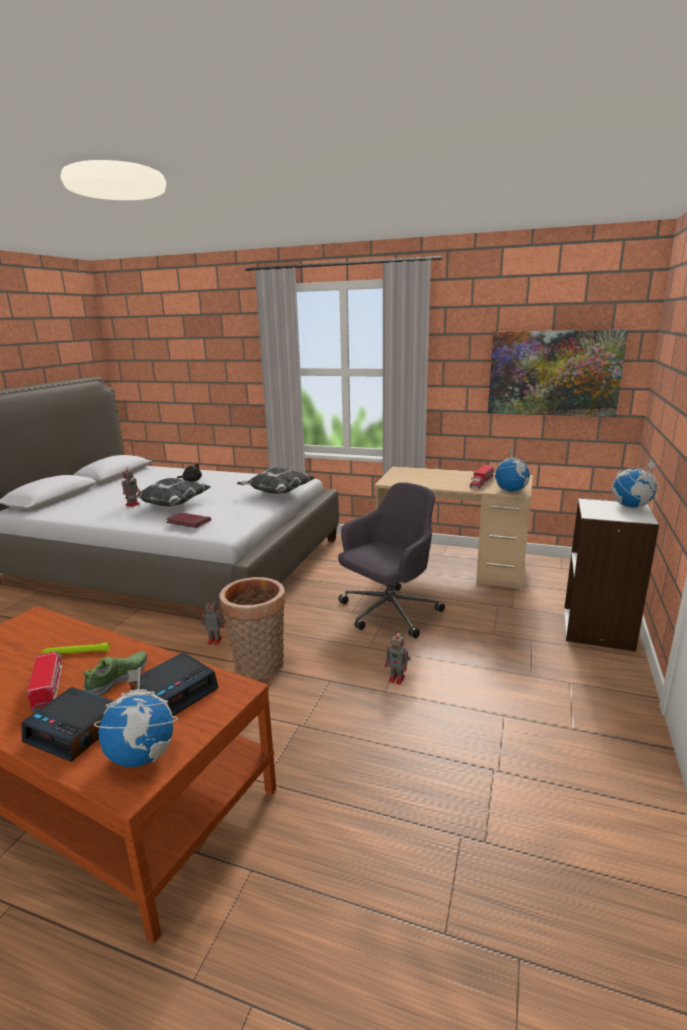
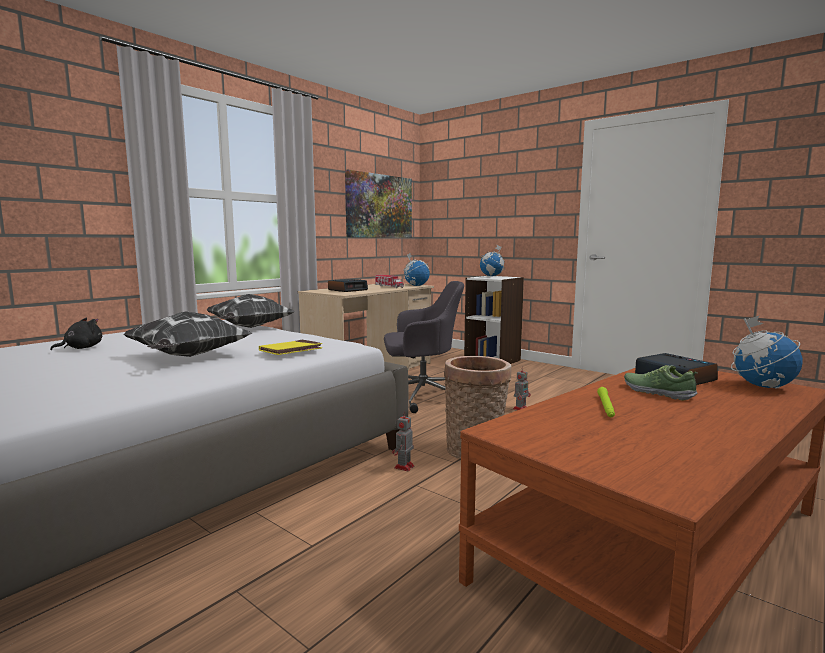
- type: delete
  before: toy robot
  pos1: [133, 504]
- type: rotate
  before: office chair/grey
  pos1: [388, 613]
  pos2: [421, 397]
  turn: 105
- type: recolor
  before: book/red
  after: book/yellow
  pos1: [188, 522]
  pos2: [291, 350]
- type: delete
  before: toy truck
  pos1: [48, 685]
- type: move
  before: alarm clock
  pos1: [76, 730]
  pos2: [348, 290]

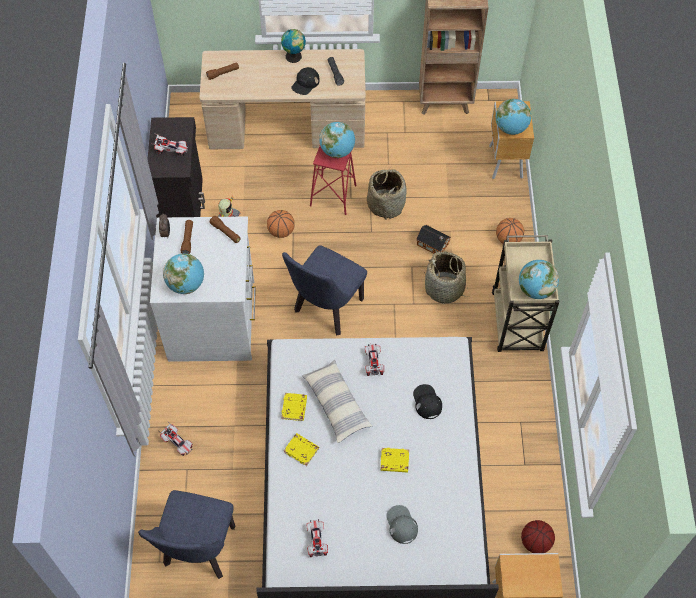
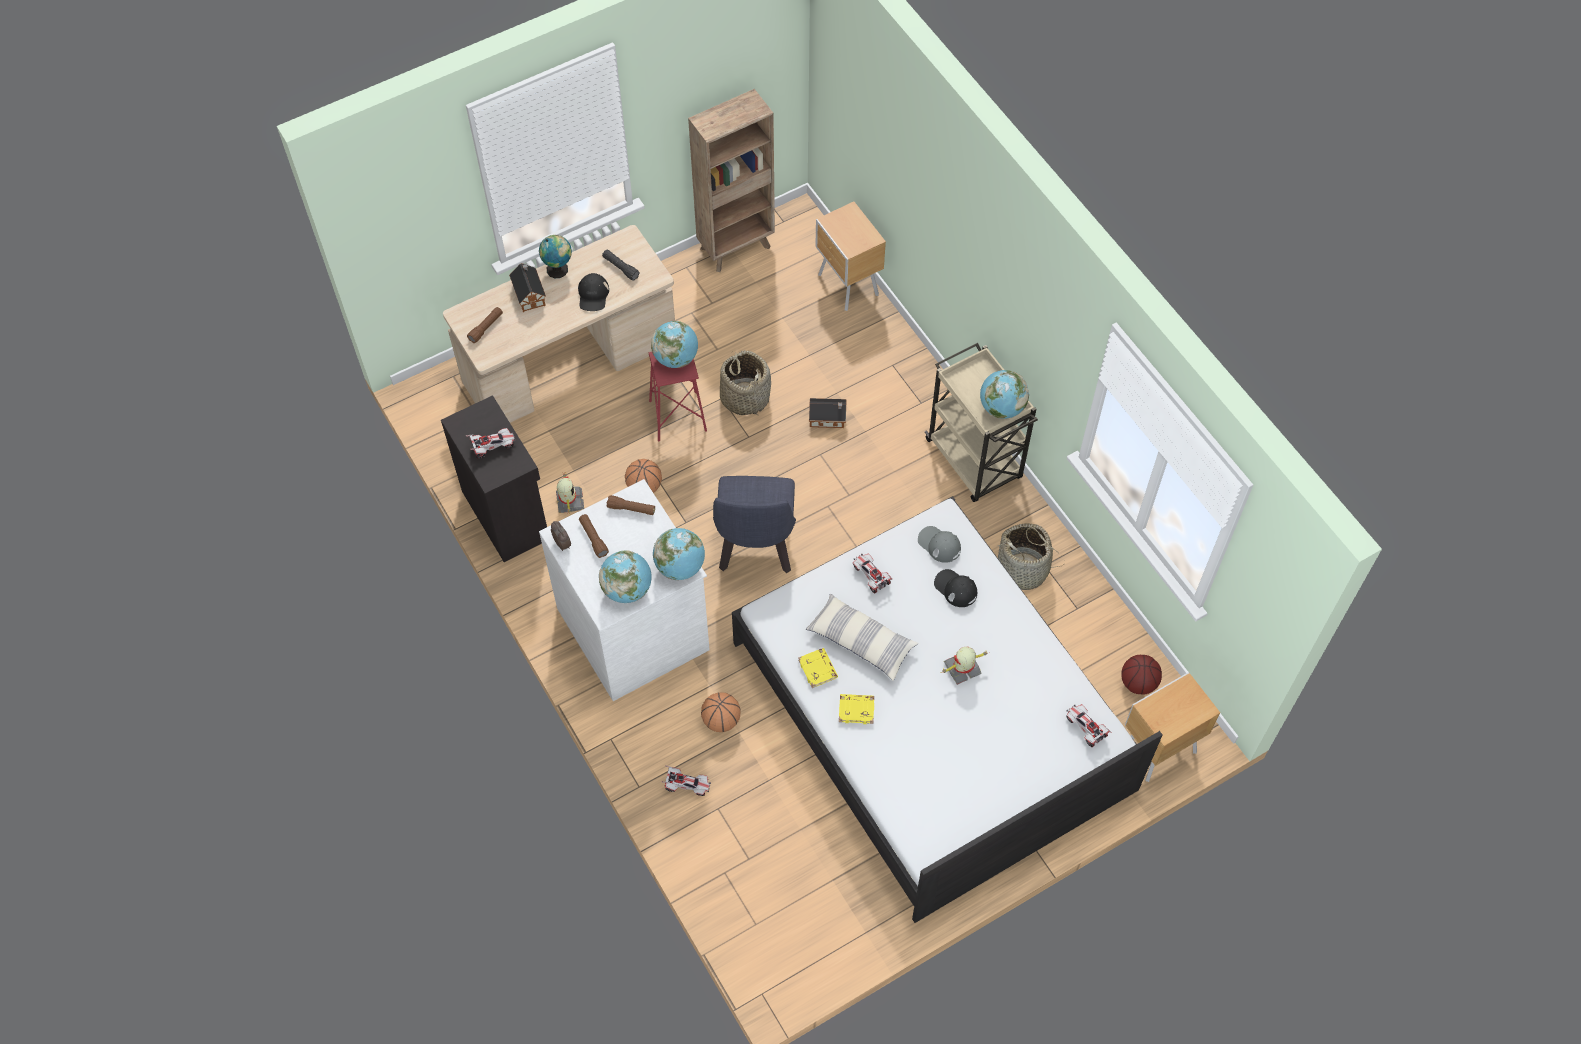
- type: move
  before: globe
  pos1: [511, 128]
  pos2: [680, 566]
- type: move
  before: basketball
  pos1: [508, 239]
  pos2: [721, 720]
- type: move
  before: basket
  pos1: [444, 289]
  pos2: [1023, 570]
- type: replace
  before: book/yellow
  after: toy robot
  pos1: [394, 461]
  pos2: [962, 669]
- type: delete
  before: chair/blue
  pos1: [198, 552]
- type: move
  before: cap/grey
  pos1: [401, 525]
  pos2: [939, 544]
- type: move
  before: toy car
  pos1: [316, 541]
  pos2: [1085, 728]
- type: insert
  after: toy house
  pos2: [529, 294]

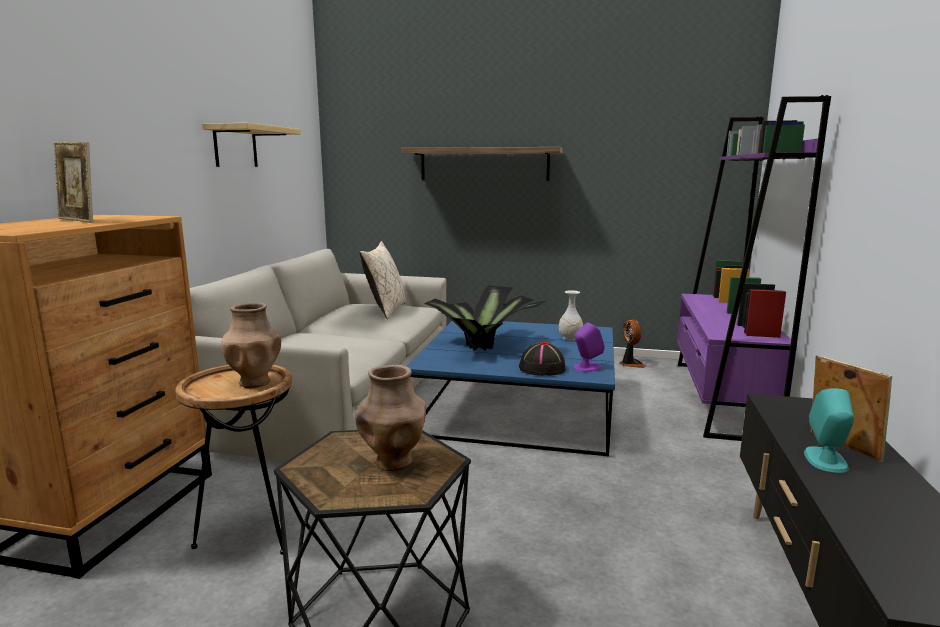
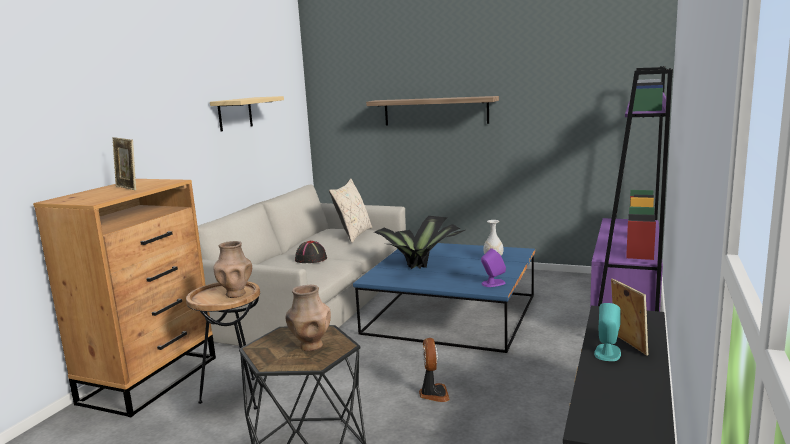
- type: move
  before: fan
  pos1: [631, 364]
  pos2: [433, 394]
- type: move
  before: hat/black
  pos1: [541, 369]
  pos2: [310, 259]

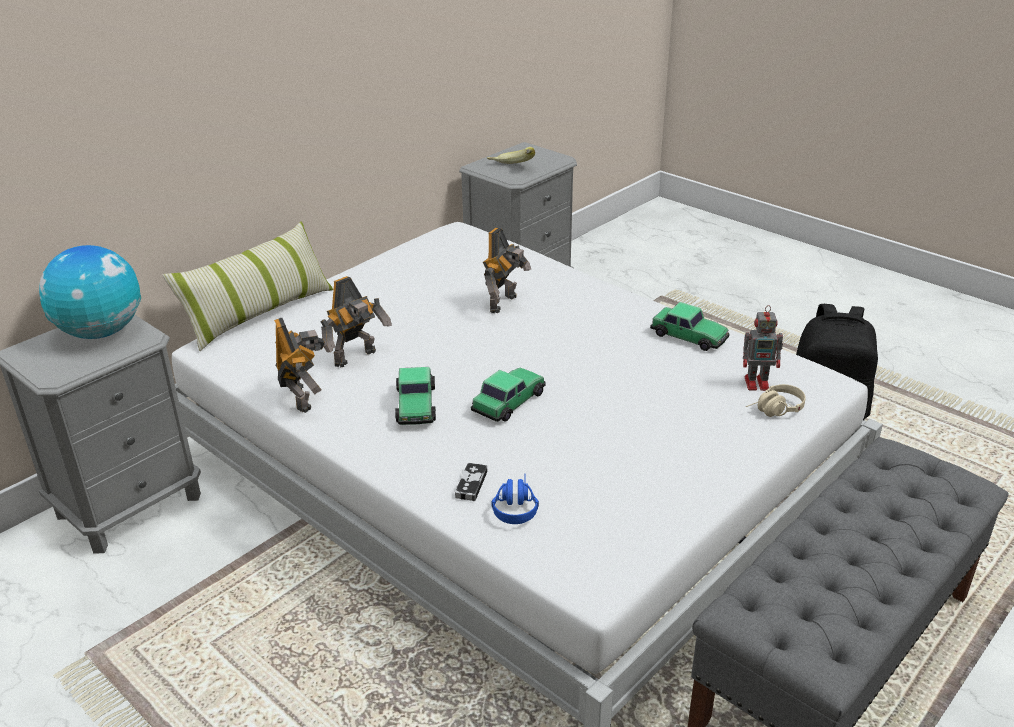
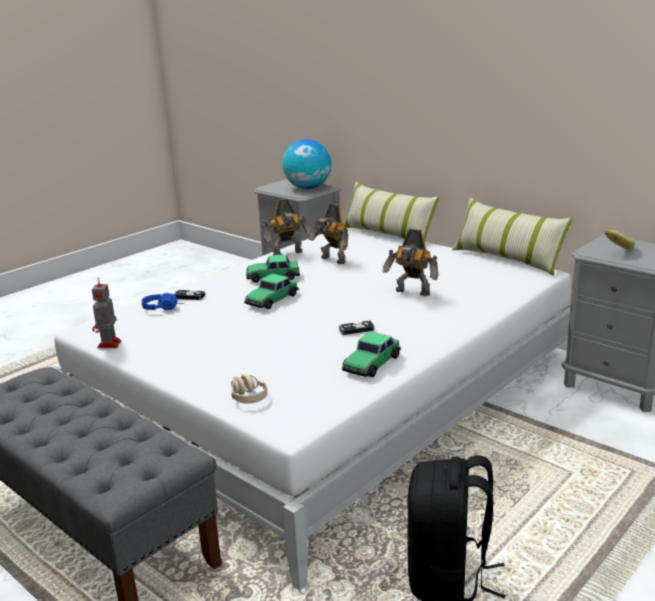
- type: move
  before: toy robot
  pos1: [758, 383]
  pos2: [109, 345]
- type: rotate
  before: toy car
  pos1: [509, 401]
  pos2: [272, 300]
  turn: 90
- type: insert
  after: pillow
  pos2: [507, 259]
- type: insert
  after: game controller
  pos2: [356, 330]

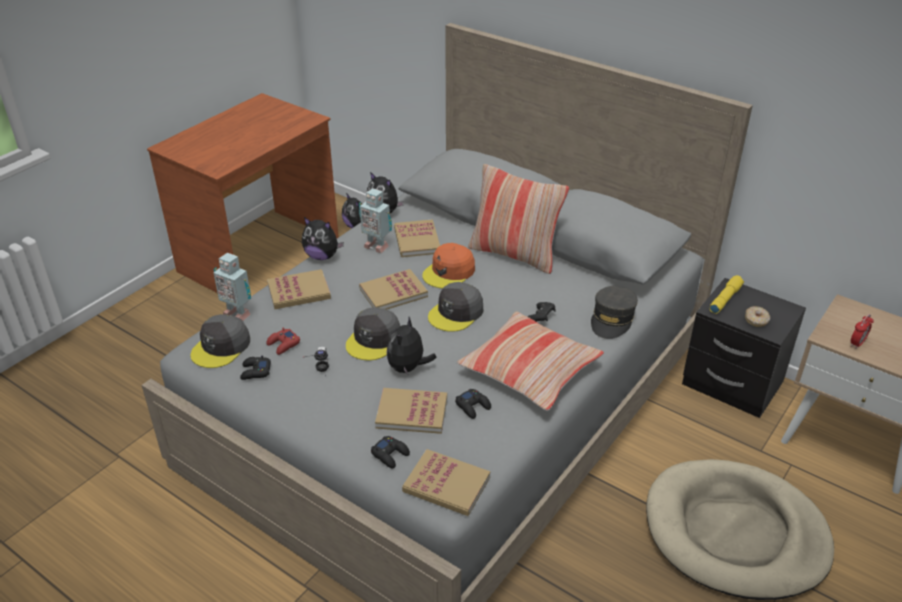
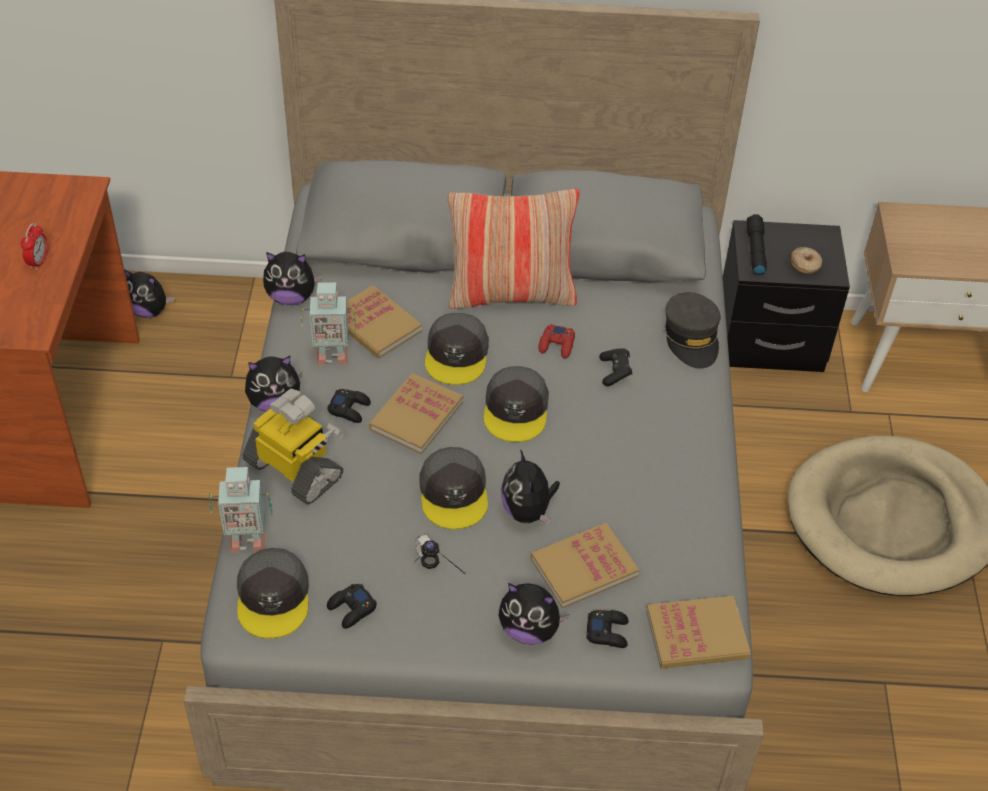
- type: recolor
  before: cap/orange
  after: cap/grey
  pos1: [449, 272]
  pos2: [457, 355]
- type: replace
  before: book
  after: toy robot
  pos1: [299, 292]
  pos2: [295, 470]
- type: recolor
  before: flashlight/yellow
  after: flashlight/black
  pos1: [724, 299]
  pos2: [755, 250]
- type: delete
  before: pillow
  pos1: [530, 370]
- type: move
  before: alarm clock
  pos1: [857, 343]
  pos2: [38, 262]
- type: move
  before: game controller/red
  pos1: [283, 344]
  pos2: [557, 345]
- type: move
  before: game controller/black
  pos1: [473, 406]
  pos2: [349, 409]
- type: insert
  after: plush toy
  pos2: [529, 630]

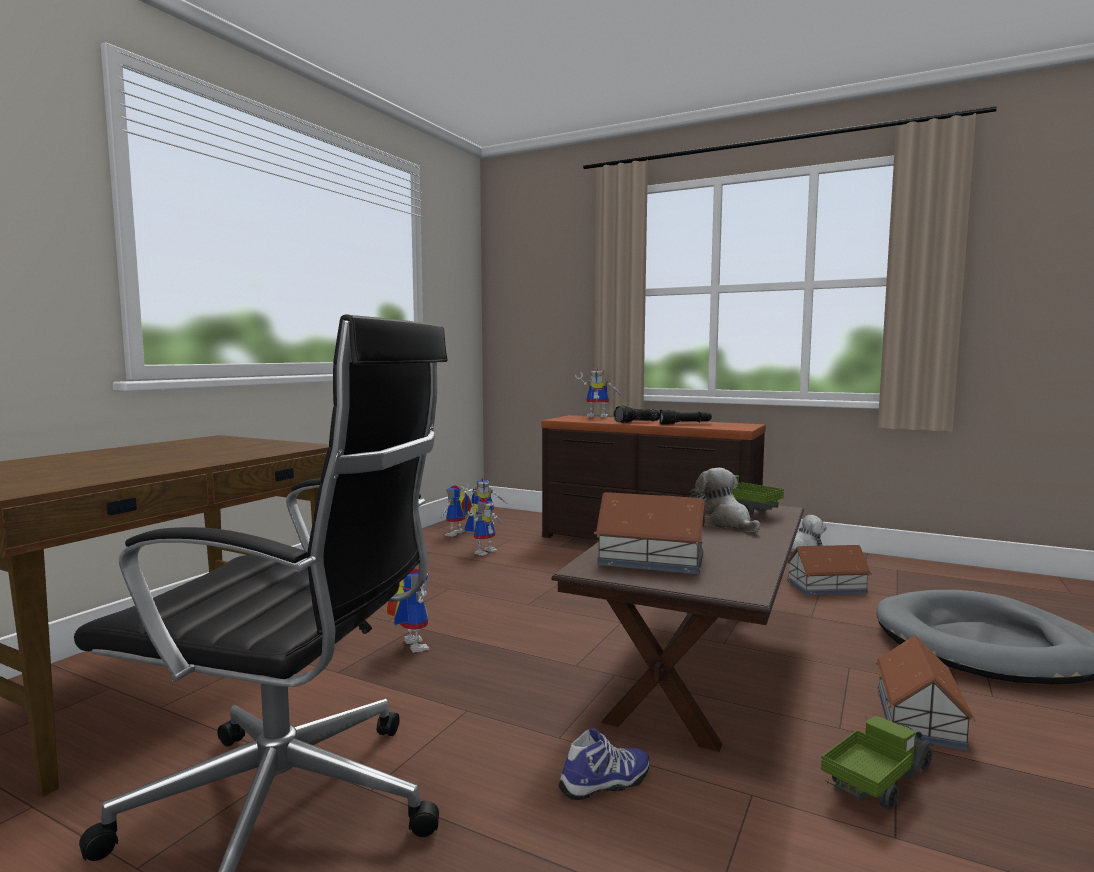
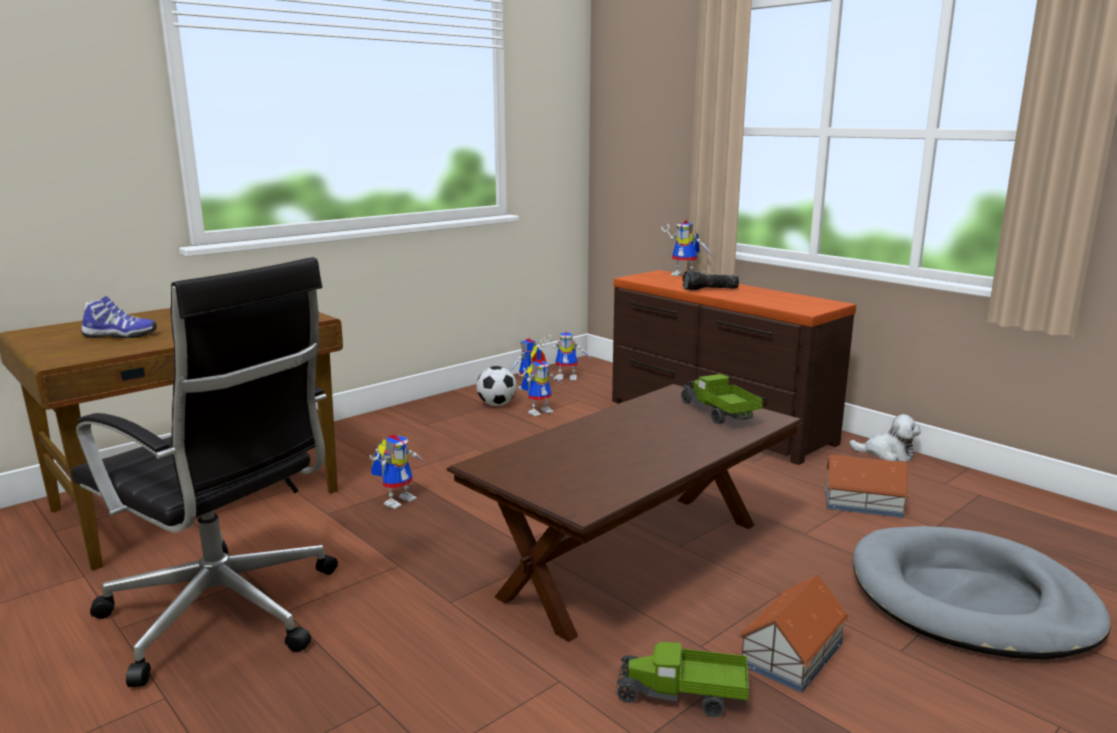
- type: delete
  before: flashlight/black
  pos1: [685, 424]
- type: delete
  before: plush toy
  pos1: [725, 523]
- type: delete
  before: toy house
  pos1: [652, 560]
- type: rotate
  before: toy robot
  pos1: [409, 645]
  pos2: [398, 499]
  turn: 45
- type: rotate
  before: toy truck
  pos1: [878, 780]
  pos2: [682, 696]
  turn: -150
- type: move
  before: shoe
  pos1: [606, 784]
  pos2: [119, 336]
- type: insert
  after: football
  pos2: [497, 404]

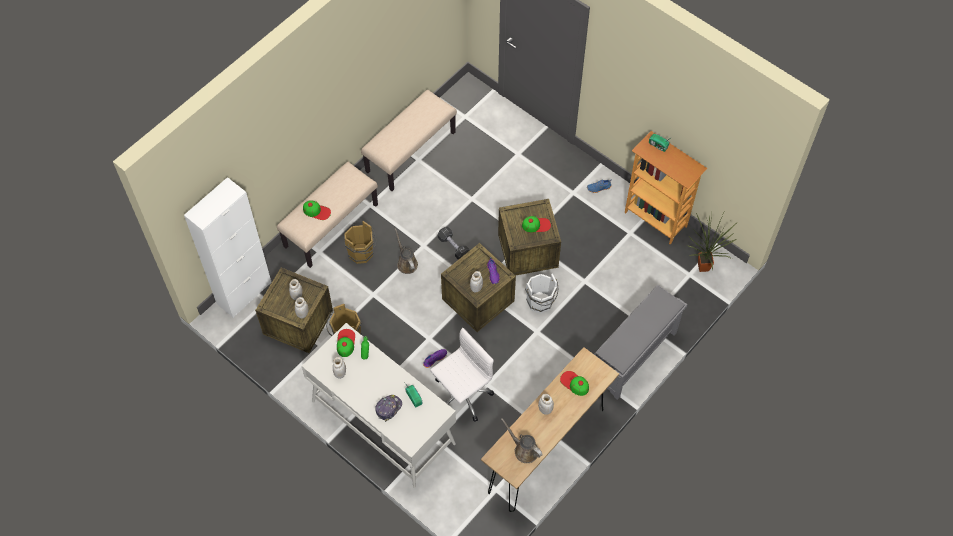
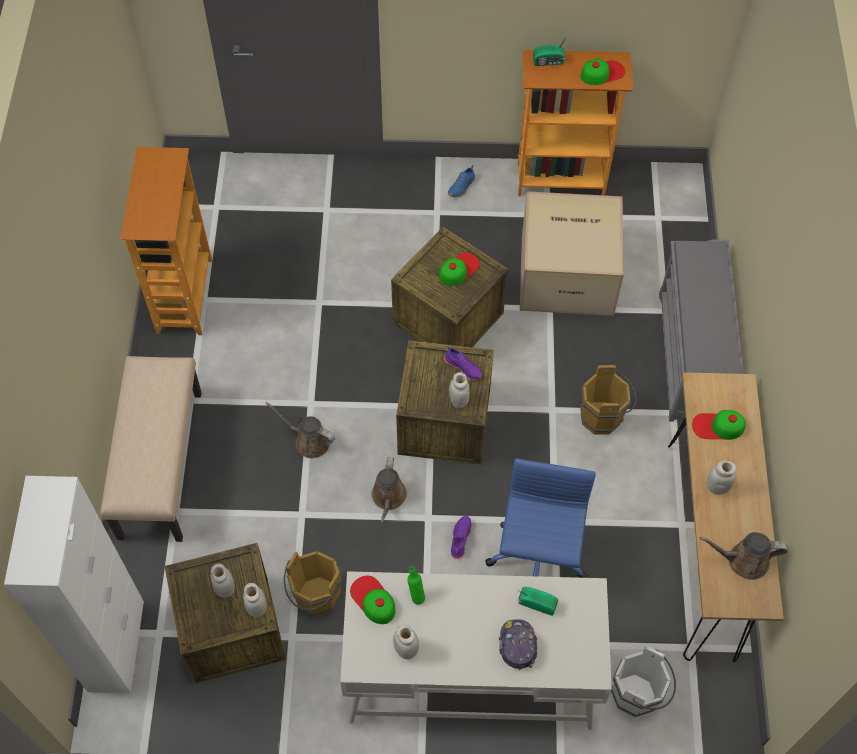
- type: replace
  before: bench/beige
  after: bookcase
  pos1: [410, 151]
  pos2: [183, 295]
- type: move
  before: cap
  pos1: [316, 211]
  pos2: [602, 73]
- type: delete
  before: potted plant
  pos1: [703, 269]
- type: move
  before: bucket/brown
  pos1: [362, 254]
  pos2: [604, 417]
- type: delete
  before: dumbbell/black
  pos1: [453, 247]
- type: move
  before: bucket/white
  pos1: [540, 304]
  pos2: [638, 696]
- type: recolor
  before: office chair/white
  after: office chair/blue
  pos1: [461, 395]
  pos2: [537, 559]
- type: insert
  after: cardboard box
  pos2: [568, 273]
- type: insert
  after: watering can/brown
  pos2: [388, 498]

